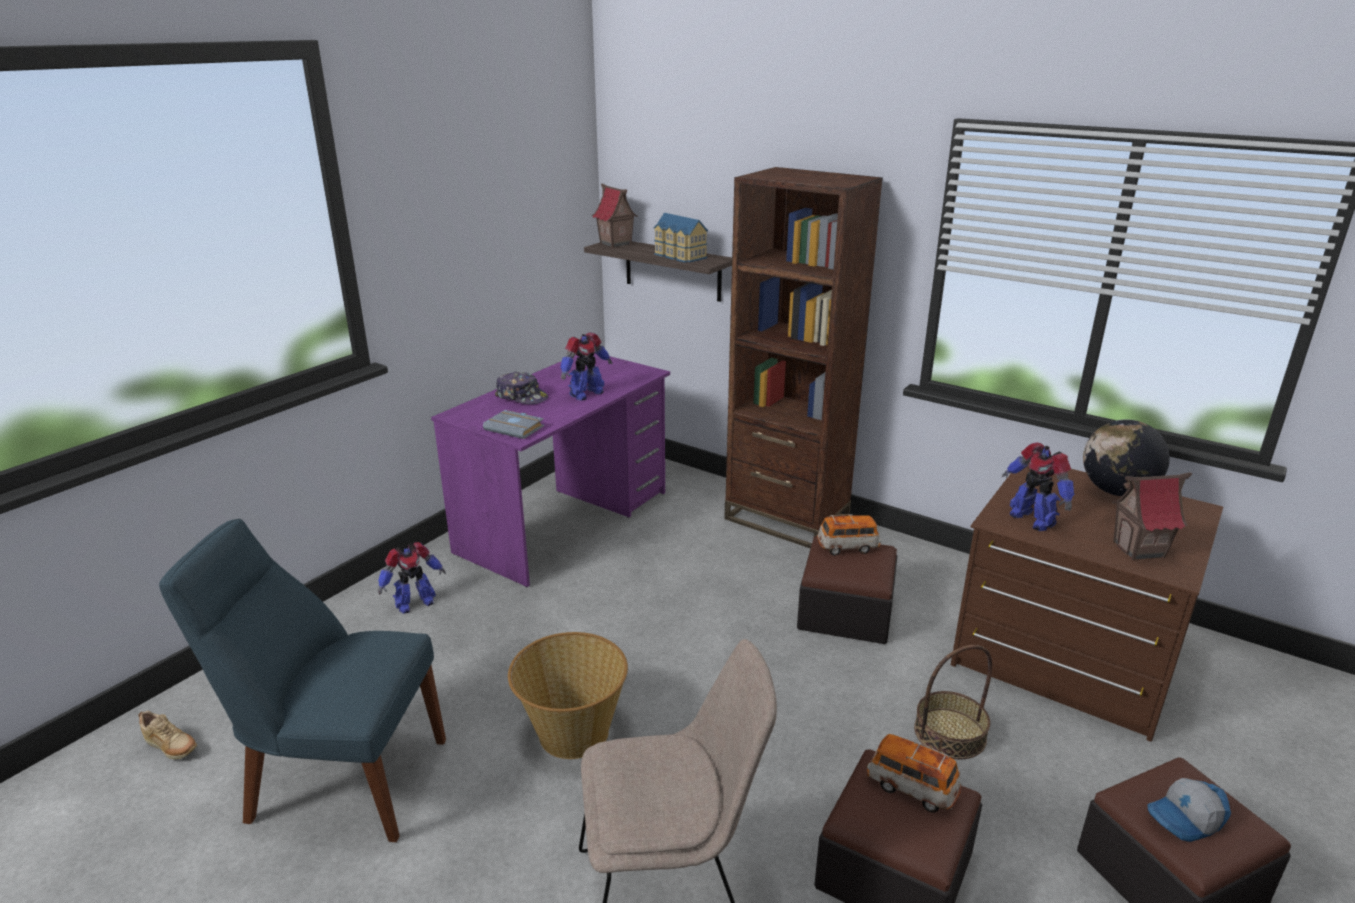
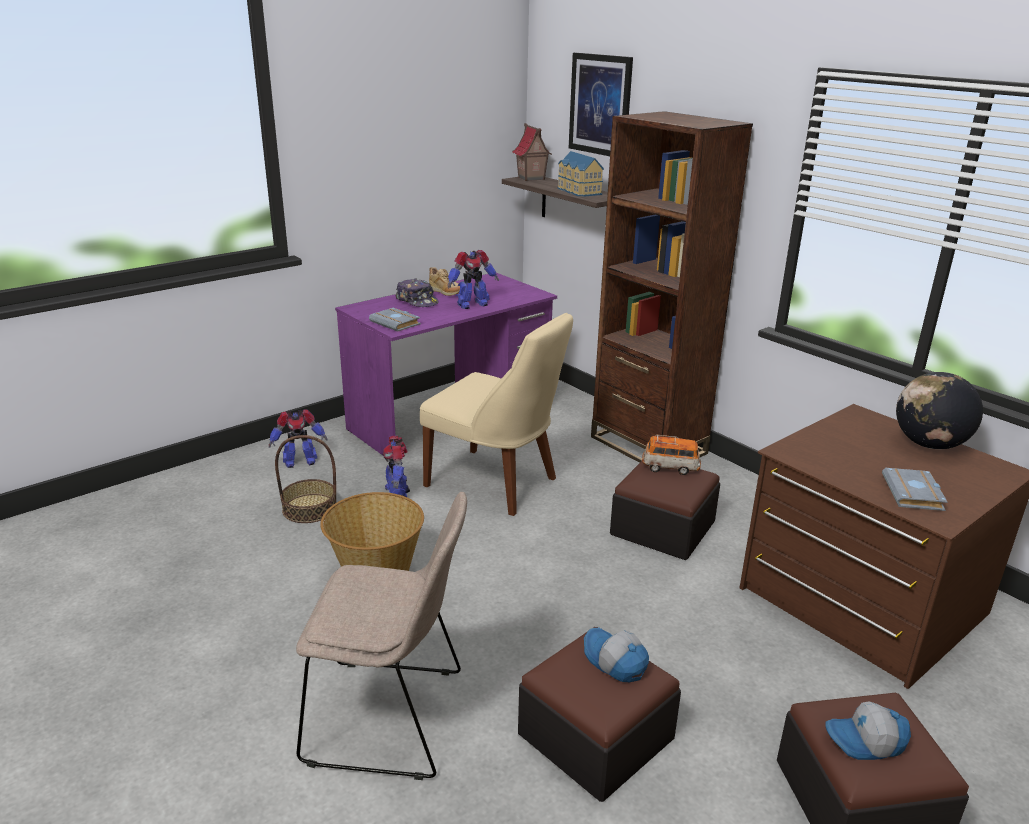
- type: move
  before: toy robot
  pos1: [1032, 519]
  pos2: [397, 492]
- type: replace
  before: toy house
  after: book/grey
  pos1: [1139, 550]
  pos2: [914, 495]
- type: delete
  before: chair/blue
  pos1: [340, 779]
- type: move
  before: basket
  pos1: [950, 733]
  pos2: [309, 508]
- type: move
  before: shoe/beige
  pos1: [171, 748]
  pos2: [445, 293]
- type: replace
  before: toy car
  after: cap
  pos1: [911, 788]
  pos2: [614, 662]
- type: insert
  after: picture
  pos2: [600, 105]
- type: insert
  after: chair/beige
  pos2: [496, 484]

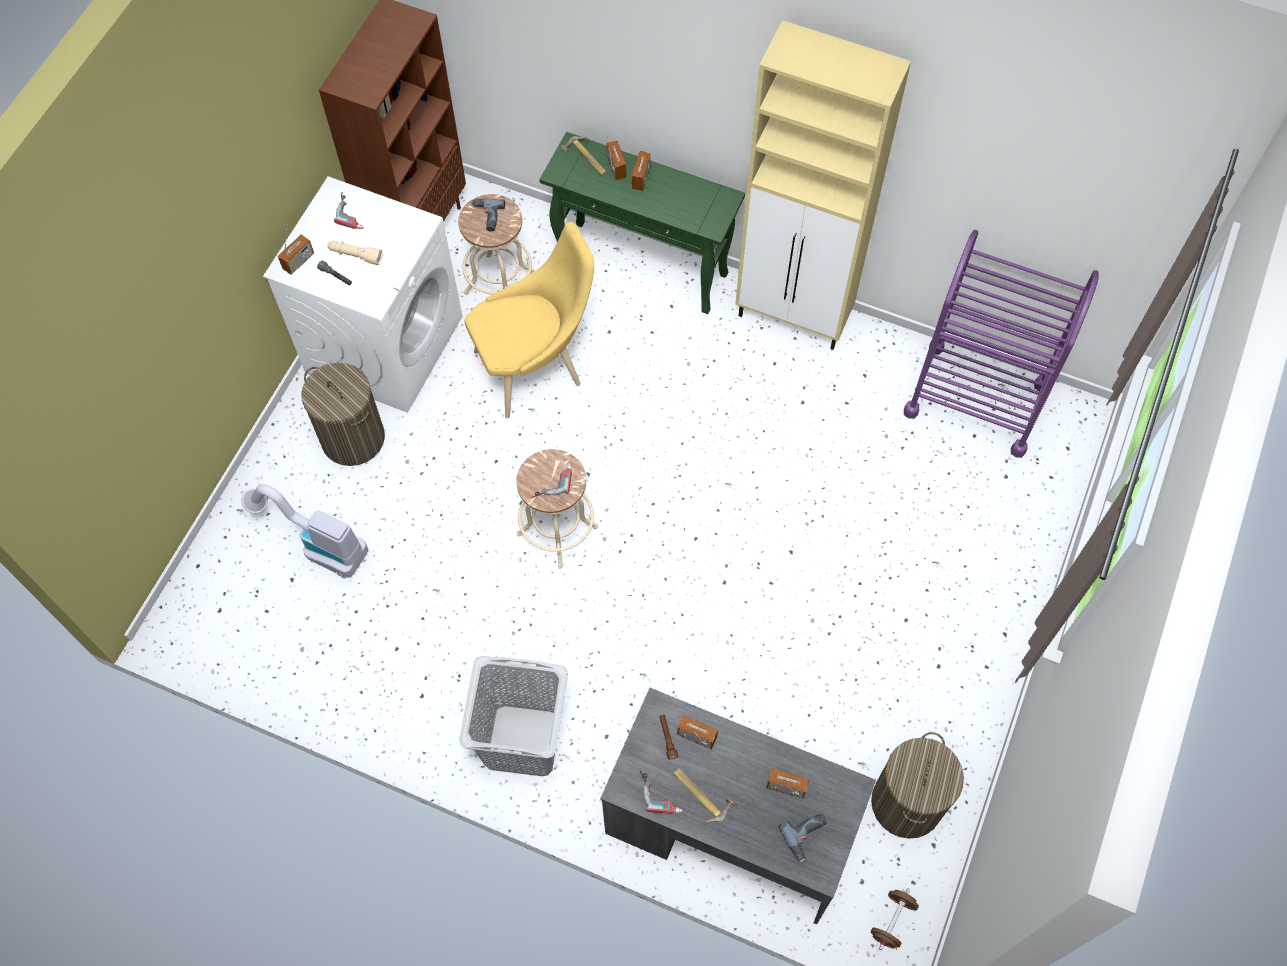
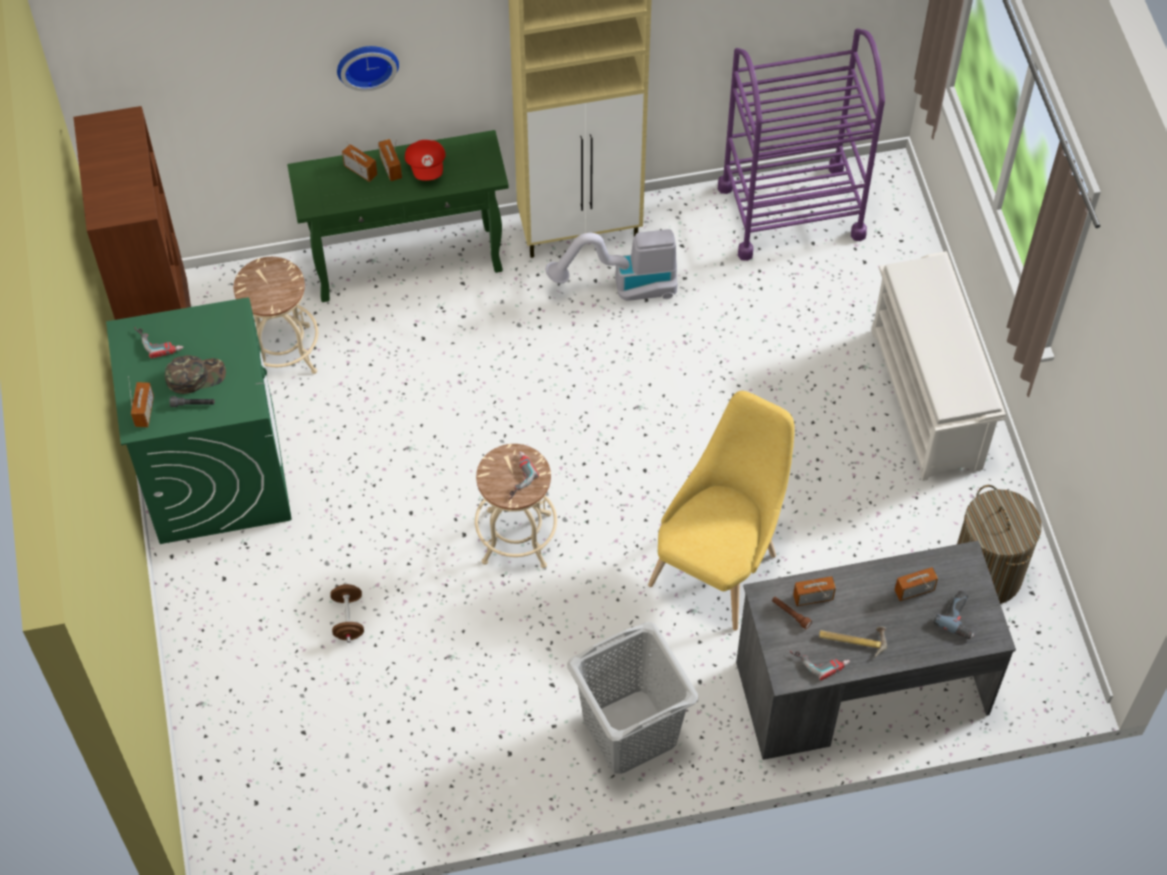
- type: delete
  before: hammer
  pos1: [585, 159]
- type: recolor
  before: washing machine/white
  after: washing machine/green
  pos1: [384, 344]
  pos2: [216, 472]
- type: delete
  before: power drill
  pos1: [486, 216]
- type: move
  before: chair/yellow
  pos1: [535, 367]
  pos2: [719, 564]
- type: replace
  before: flashlight/beige
  after: cap/green
  pos1: [355, 255]
  pos2: [195, 376]
- type: delete
  before: laundry basket
  pos1: [352, 438]
- type: move
  before: vacuum cleaner
  pos1: [317, 544]
  pos2: [623, 288]
- type: move
  before: dumbbell/brown
  pos1: [892, 921]
  pos2: [348, 619]
- type: insert
  after: wall clock
  pos2: [367, 63]
- type: insert
  after: cap/red
  pos2: [427, 166]
- type: insert
  after: shoe rack/white
  pos2: [928, 400]

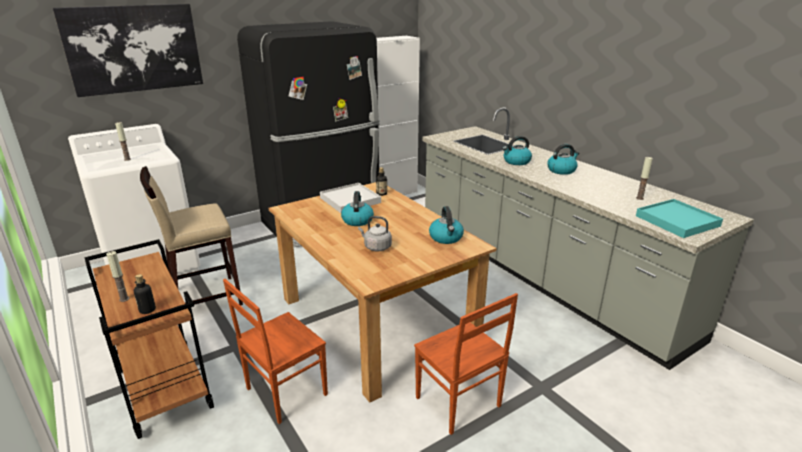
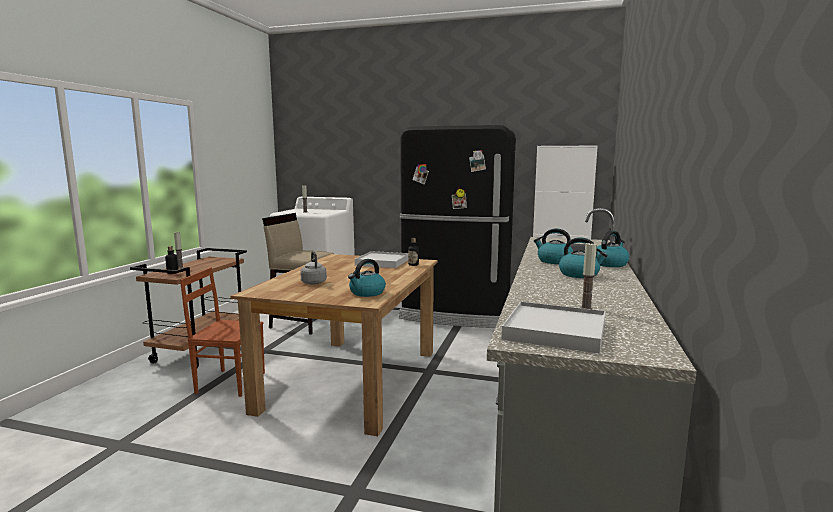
- type: delete
  before: picture
  pos1: [134, 49]
- type: move
  before: kettle
  pos1: [357, 220]
  pos2: [609, 264]
- type: recolor
  before: tray/turquoise
  after: tray/white
  pos1: [677, 221]
  pos2: [554, 331]
- type: delete
  before: chair/brown
  pos1: [458, 403]

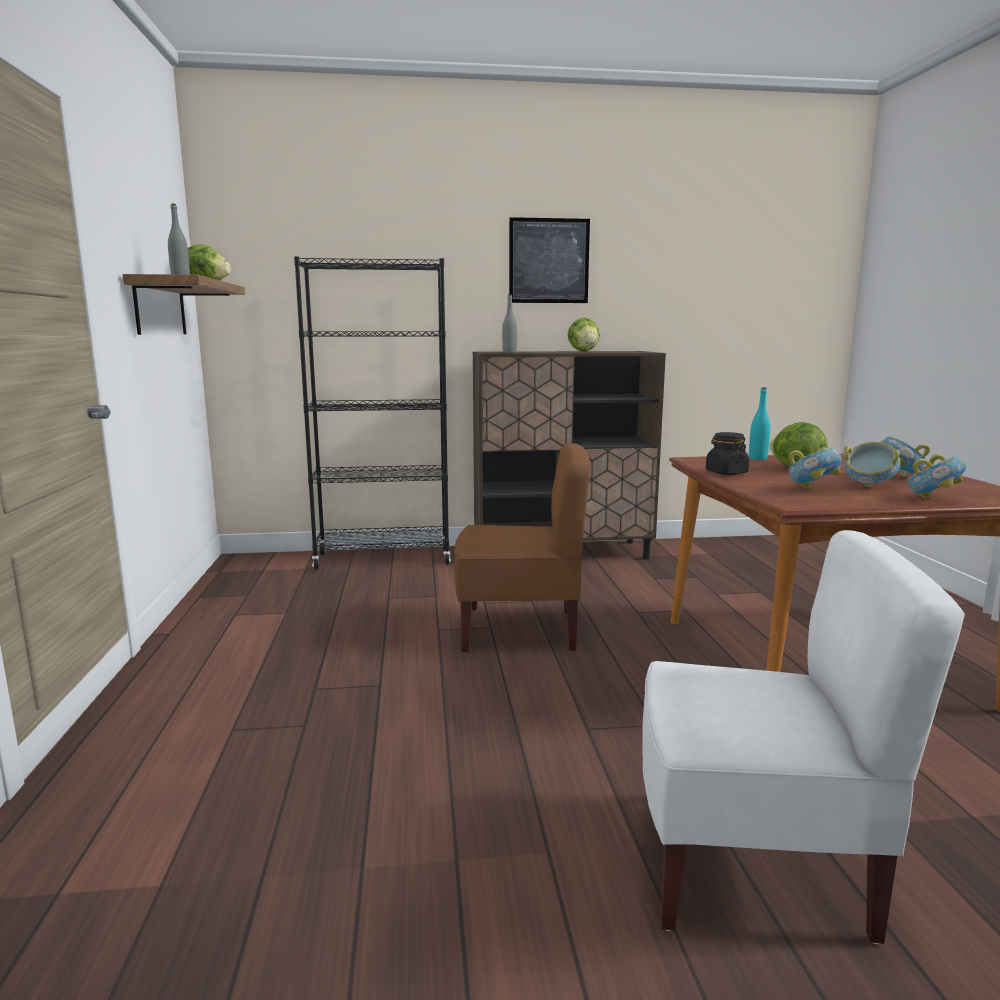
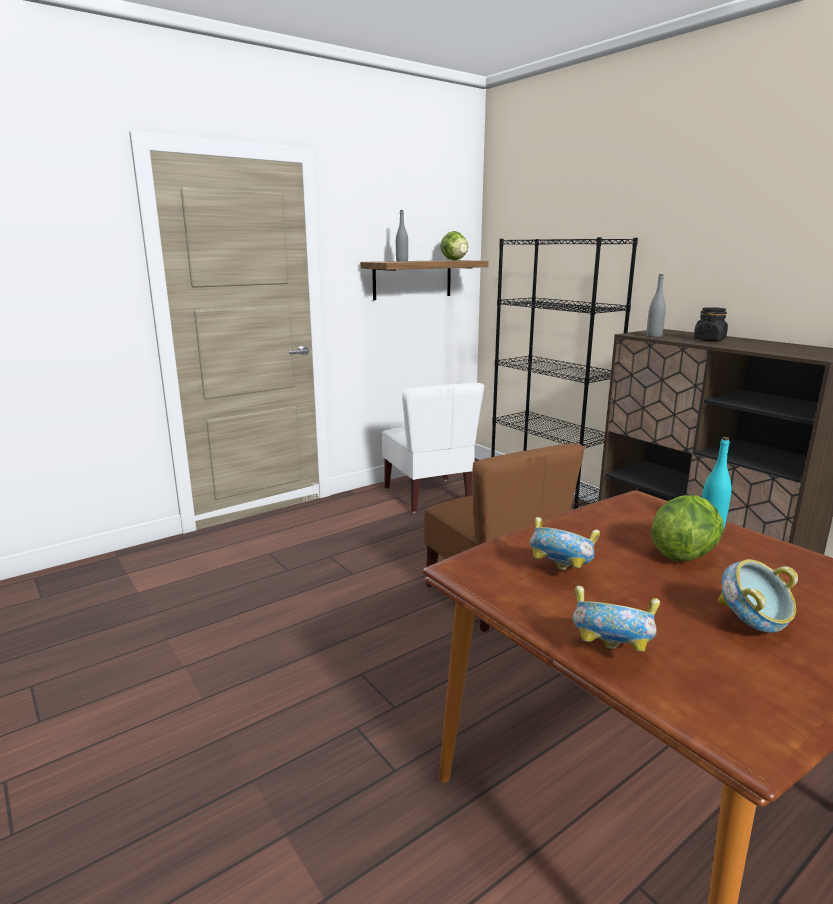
- type: delete
  before: picture
  pos1: [549, 261]
- type: delete
  before: lettuce
  pos1: [584, 351]
- type: move
  before: jar/black
  pos1: [726, 472]
  pos2: [709, 340]
- type: delete
  before: bowl
  pos1: [868, 486]
- type: move
  before: chair/white
  pos1: [752, 865]
  pos2: [429, 495]

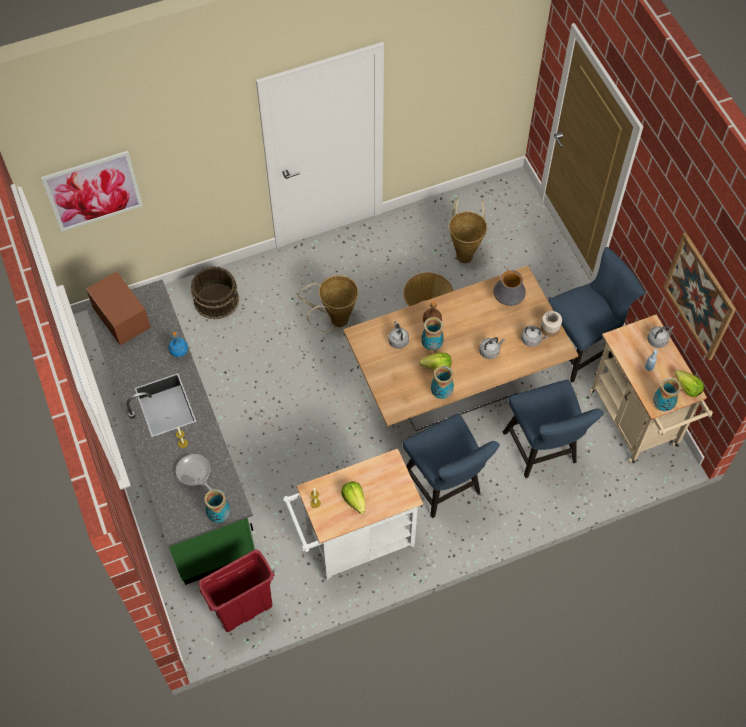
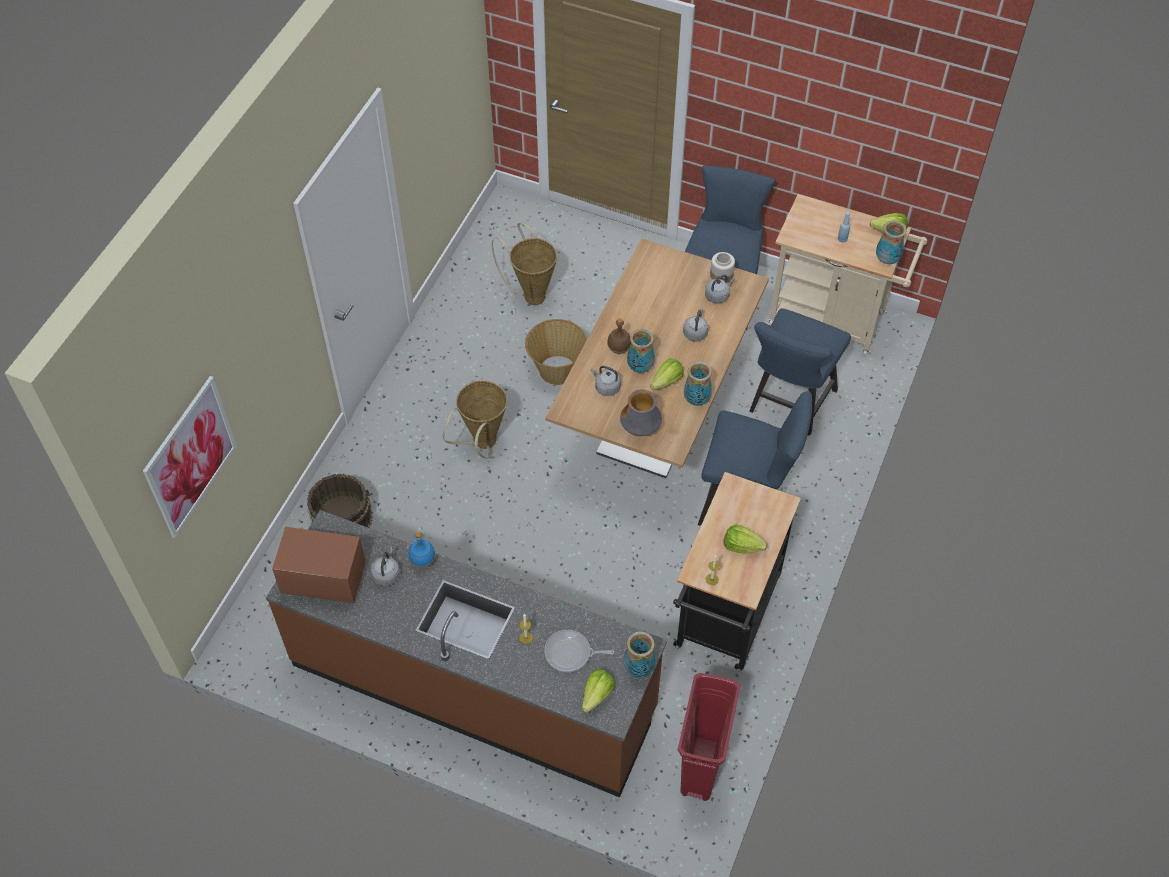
- type: delete
  before: picture
  pos1: [699, 296]
- type: move
  before: vase
  pos1: [508, 300]
  pos2: [640, 429]
- type: recolor
  before: counter/green
  after: counter/brown
  pos1: [180, 454]
  pos2: [474, 686]
- type: move
  before: kettle/grey
  pos1: [658, 340]
  pos2: [386, 574]
- type: rotate
  before: chair/blue
  pos1: [542, 451]
  pos2: [789, 405]
  turn: 90
- type: recolor
  before: cart/white
  after: cart/black
  pos1: [353, 543]
  pos2: [725, 619]
- type: insert
  after: lettuce
  pos2: [597, 695]

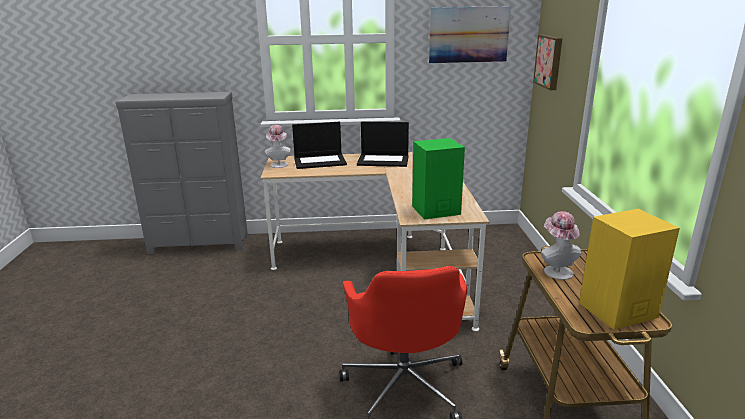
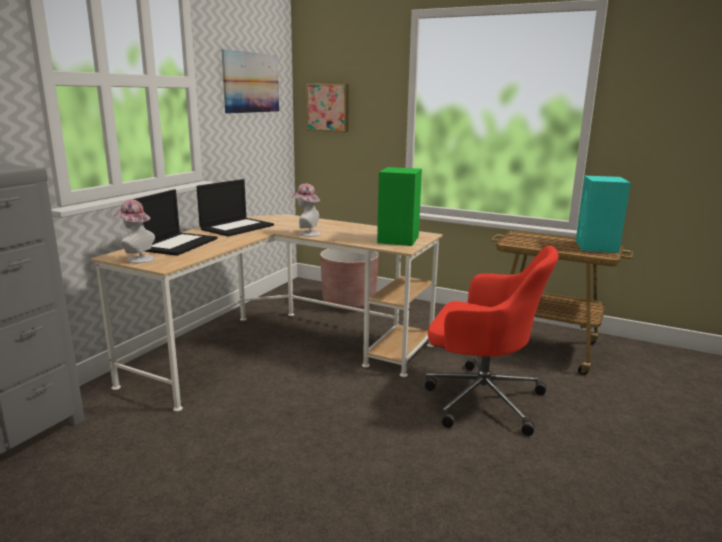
- type: recolor
  before: speaker/yellow
  after: speaker/turquoise
  pos1: [616, 310]
  pos2: [596, 247]
- type: move
  before: hat
  pos1: [556, 270]
  pos2: [306, 233]
- type: insert
  after: planter/brown
  pos2: [349, 303]

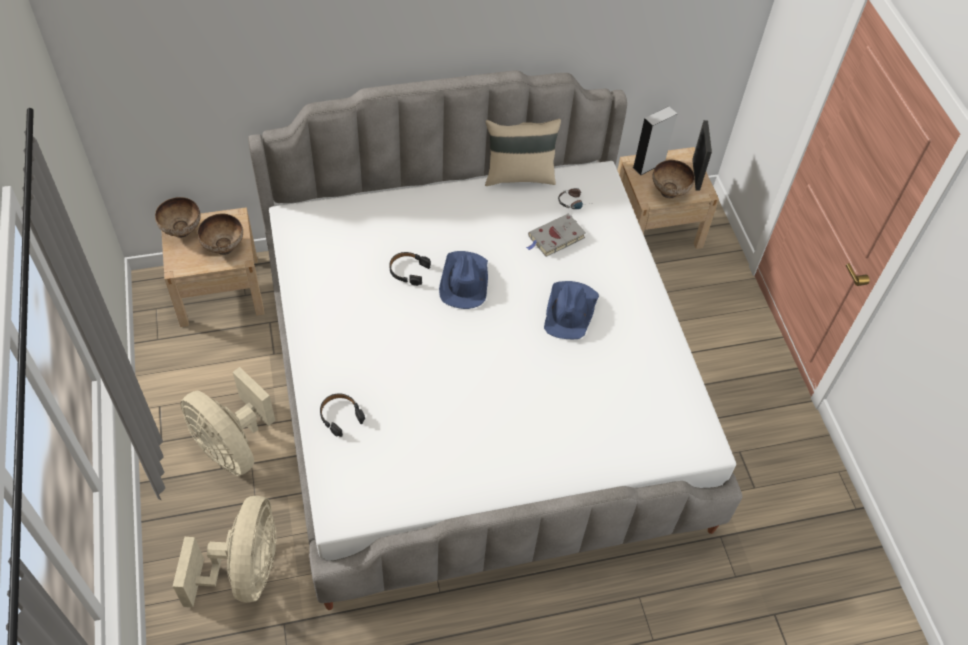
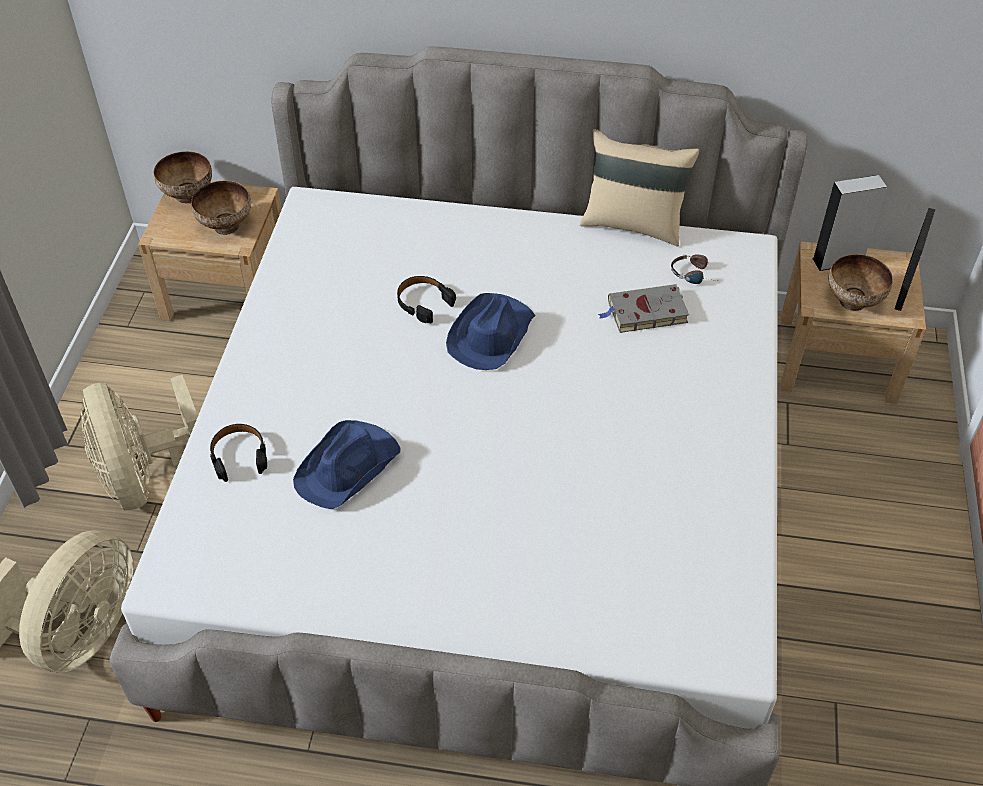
- type: move
  before: hat/blue
  pos1: [570, 311]
  pos2: [348, 467]

